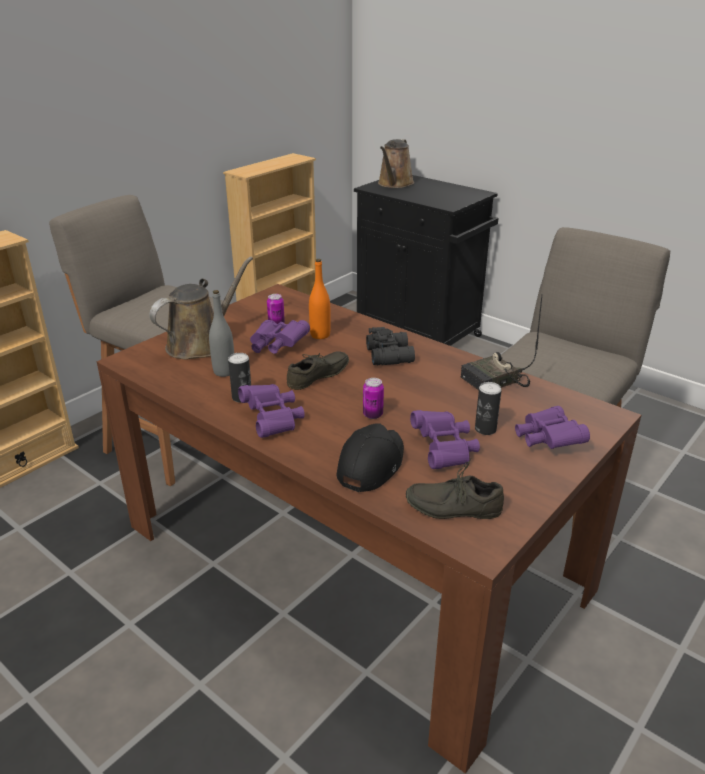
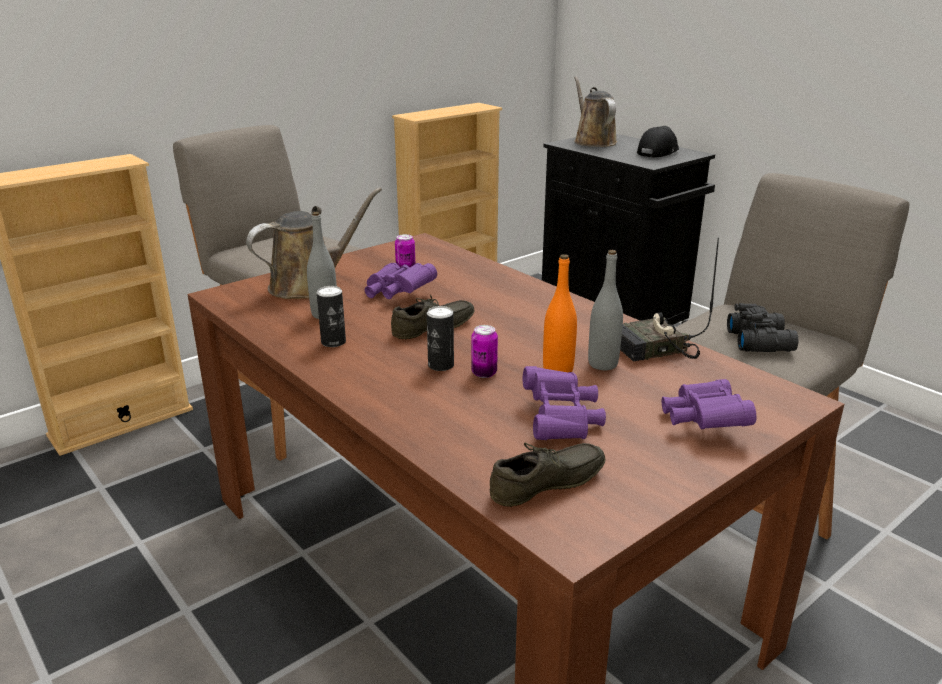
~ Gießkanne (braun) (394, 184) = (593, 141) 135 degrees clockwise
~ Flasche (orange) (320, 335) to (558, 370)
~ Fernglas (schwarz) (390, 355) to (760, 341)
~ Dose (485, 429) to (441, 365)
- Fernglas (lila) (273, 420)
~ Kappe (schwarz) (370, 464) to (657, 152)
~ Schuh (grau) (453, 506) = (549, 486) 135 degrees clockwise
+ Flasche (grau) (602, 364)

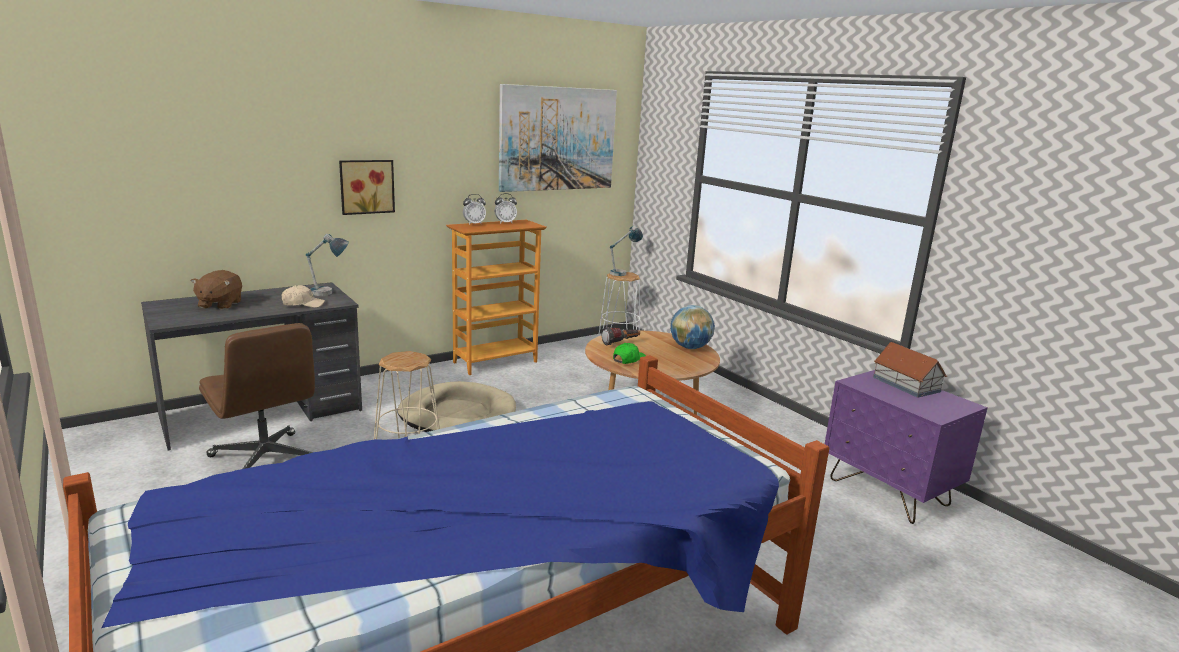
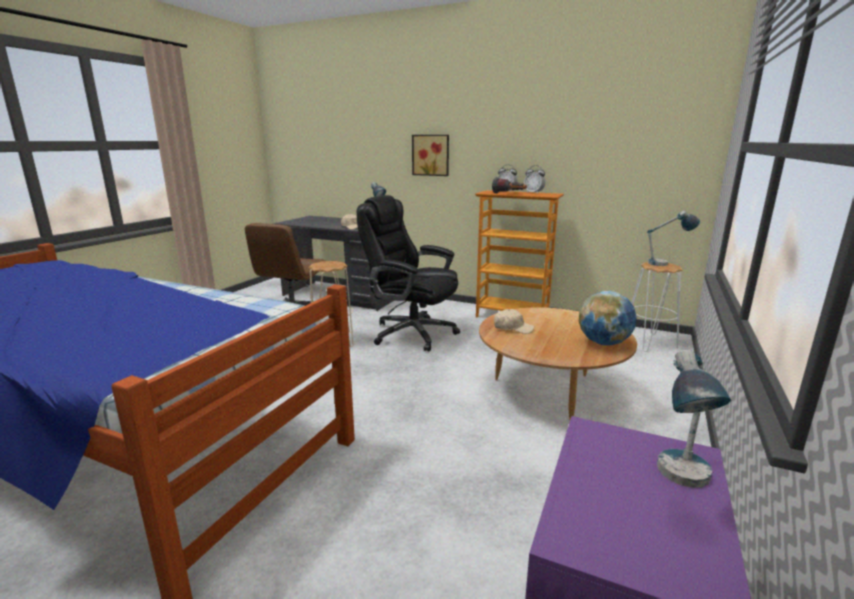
- Bild (558, 139)
- Plüschtier (braun) (219, 304)
~ Taschenlampe (621, 343) to (509, 194)
~ Spielzeughaus (906, 384) to Tischlampe (680, 483)
~ Kappe (grün) (629, 359) to Kappe (beige) (512, 328)
~ Hundebett (beige) (457, 414) to Bürostuhl (schwarz) (411, 333)

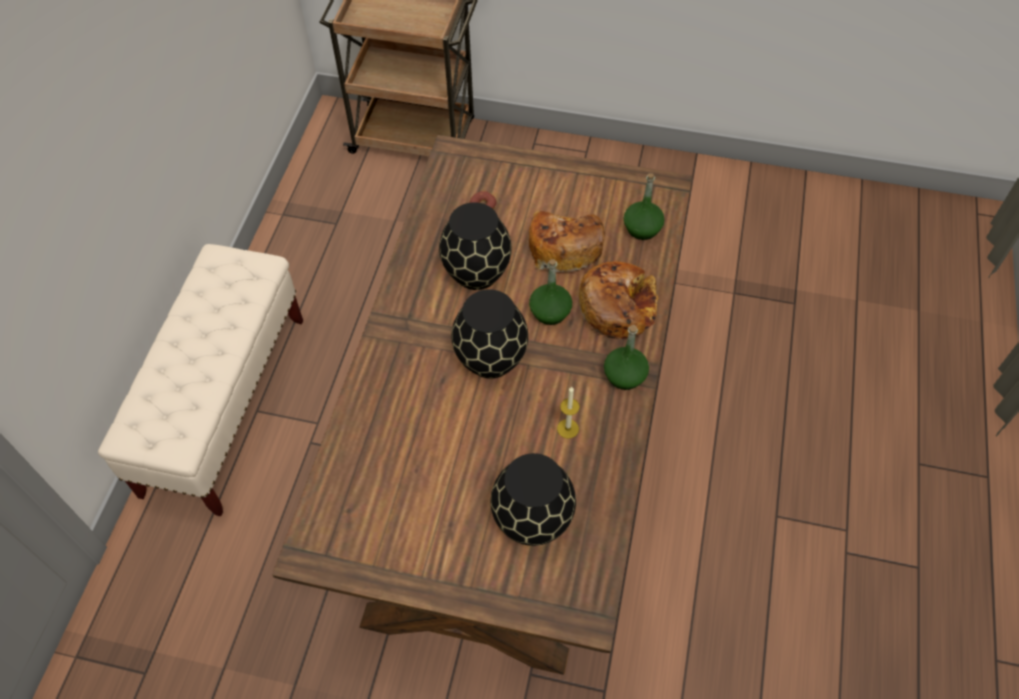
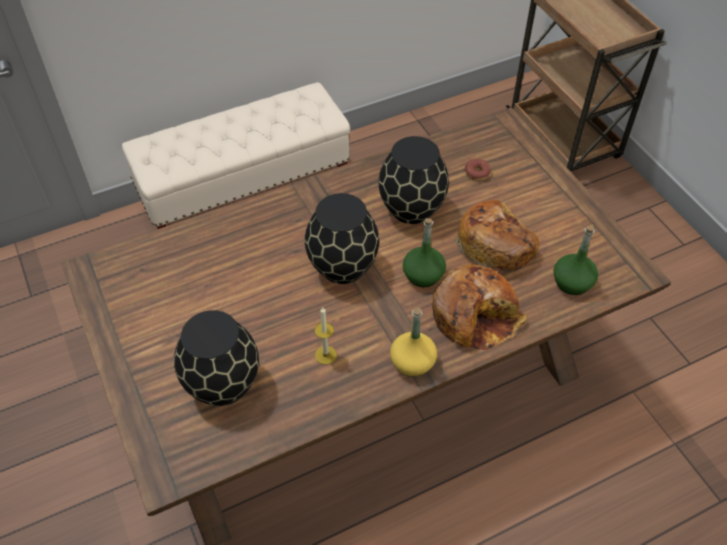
~ Flasche (grün) (625, 376) to Flasche (gelb) (412, 362)

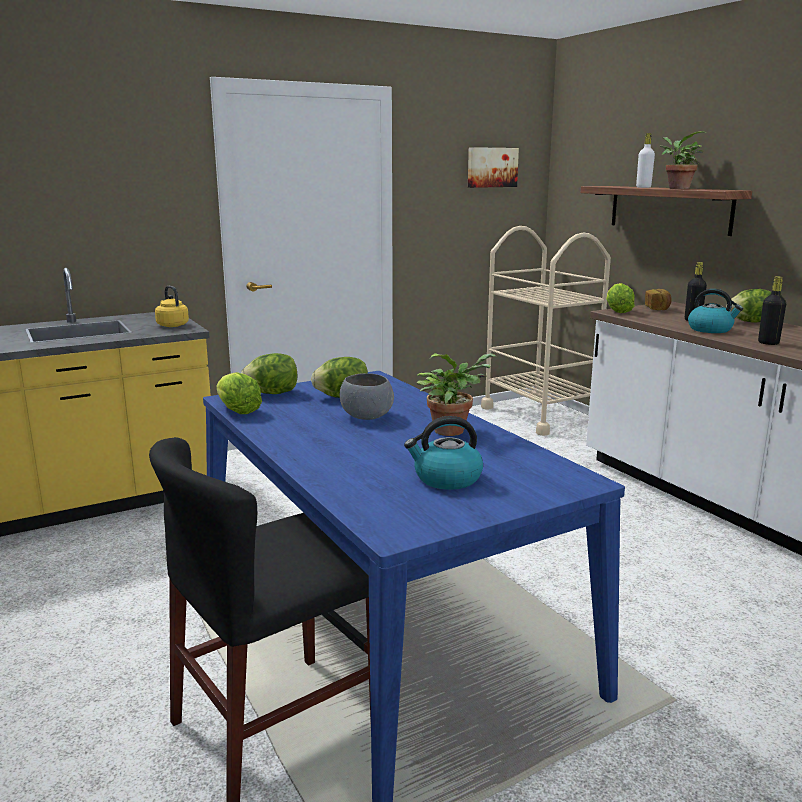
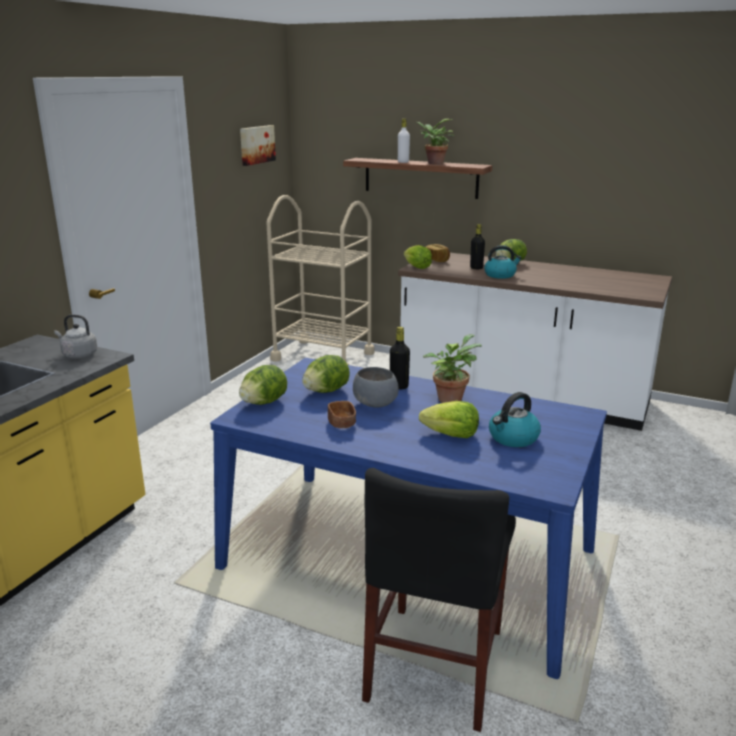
~ Flasche (schwarz) (768, 343) to (399, 386)
~ Wasserkessel (gelb) (172, 325) to Wasserkessel (grau) (78, 355)
~ Salatkopf (237, 410) to (451, 435)
+ Schüssel (braun) (342, 424)

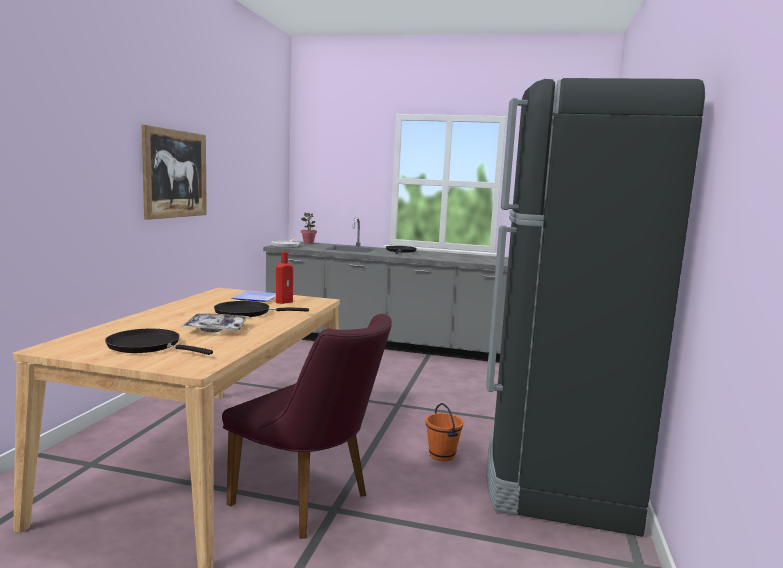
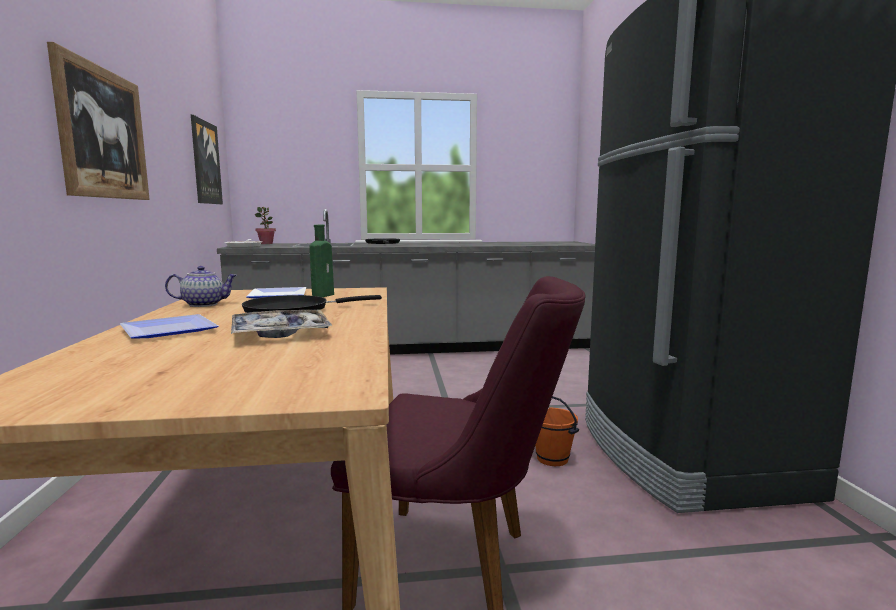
~ Flasche (rot) (285, 302) to Flasche (grün) (324, 295)
- Pfanne (schwarz) (148, 346)
+ Bild (205, 162)
+ Teekanne (204, 304)
+ Teller (171, 329)

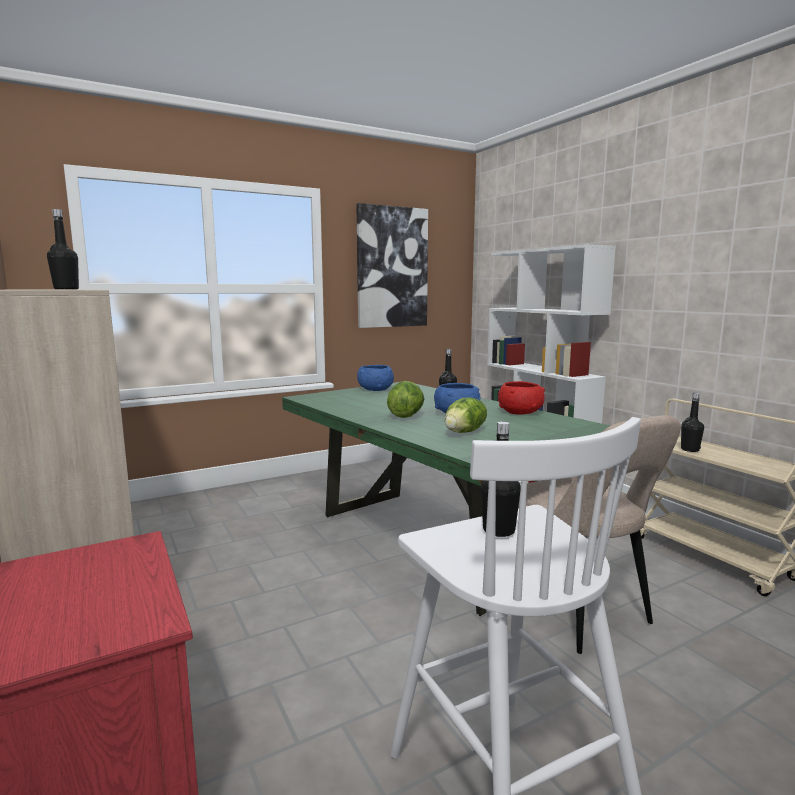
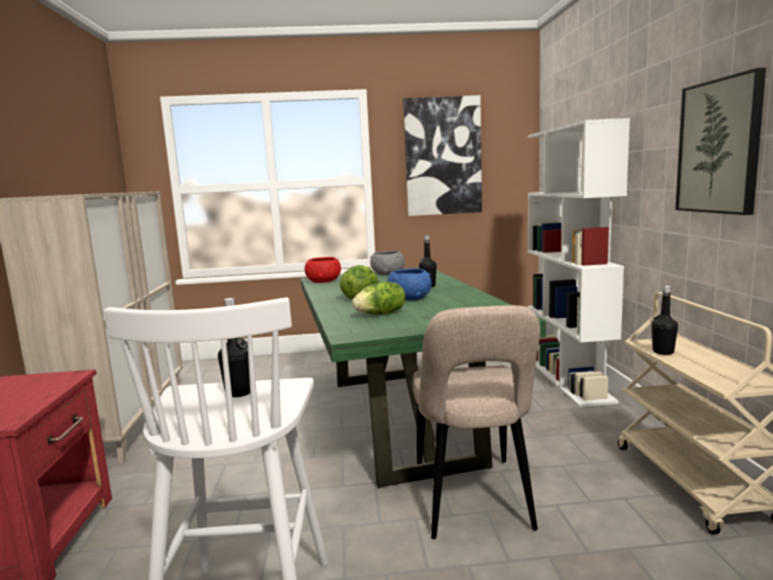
- Flasche (schwarz) (66, 289)
~ Schüssel (blau) (375, 389) to Schüssel (grau) (388, 273)
~ Schüssel (rot) (520, 412) to (323, 281)
+ Bild (719, 147)

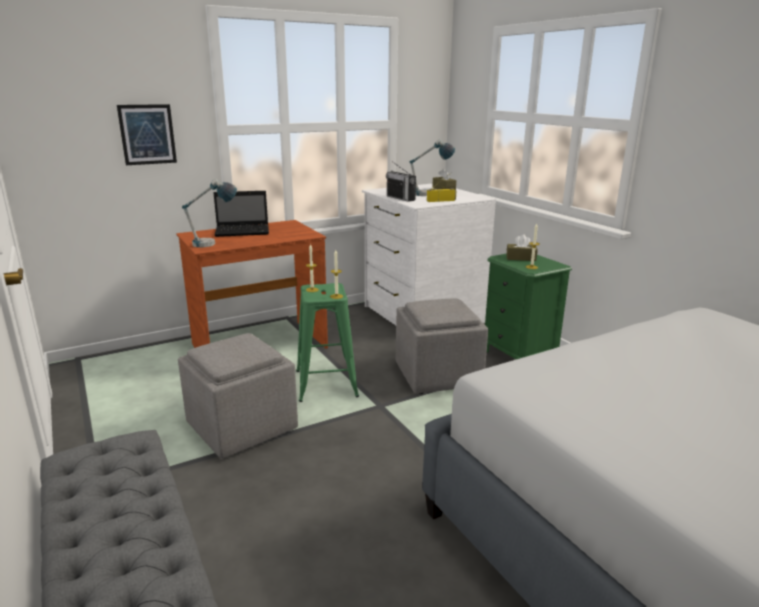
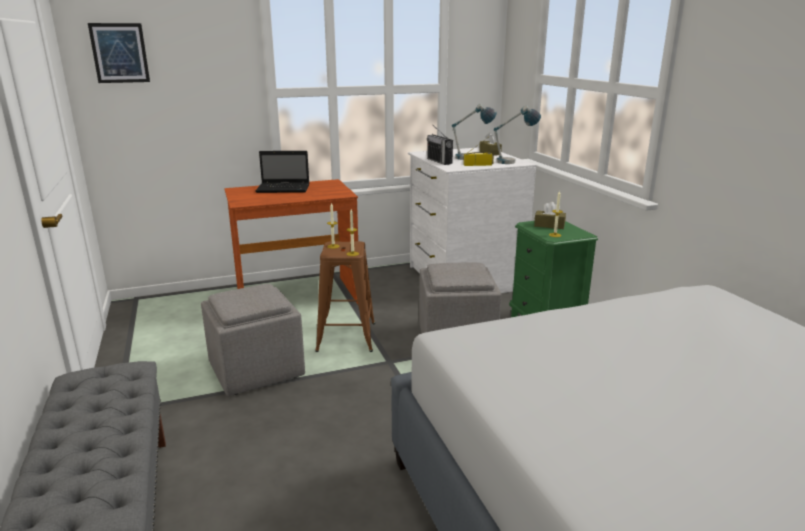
~ Bild (147, 134) to (119, 53)
~ Tischlampe (214, 243) to (514, 162)
~ Hocker (grün) (326, 383) to Hocker (braun) (346, 337)

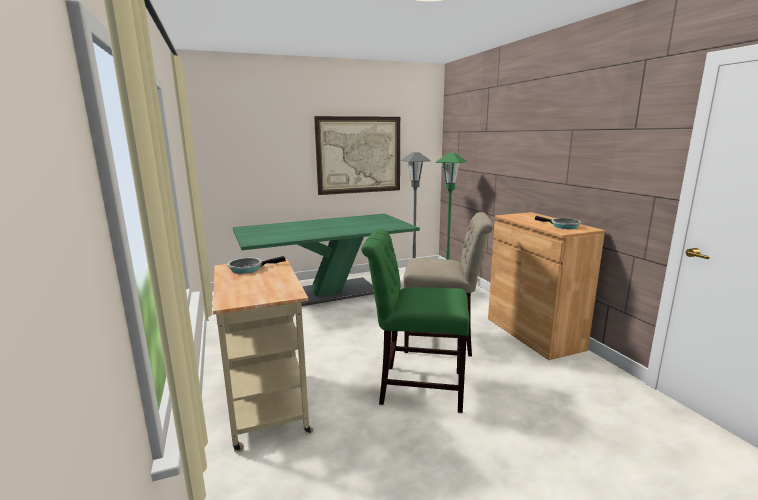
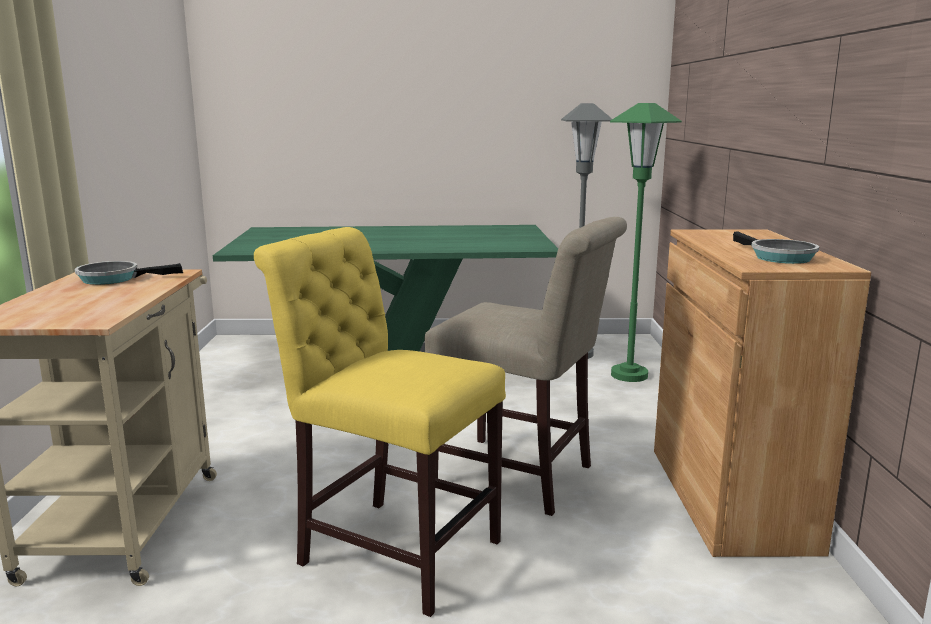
- Bild (359, 155)
~ Stuhl (grün) (416, 386) to Stuhl (gelb) (391, 548)

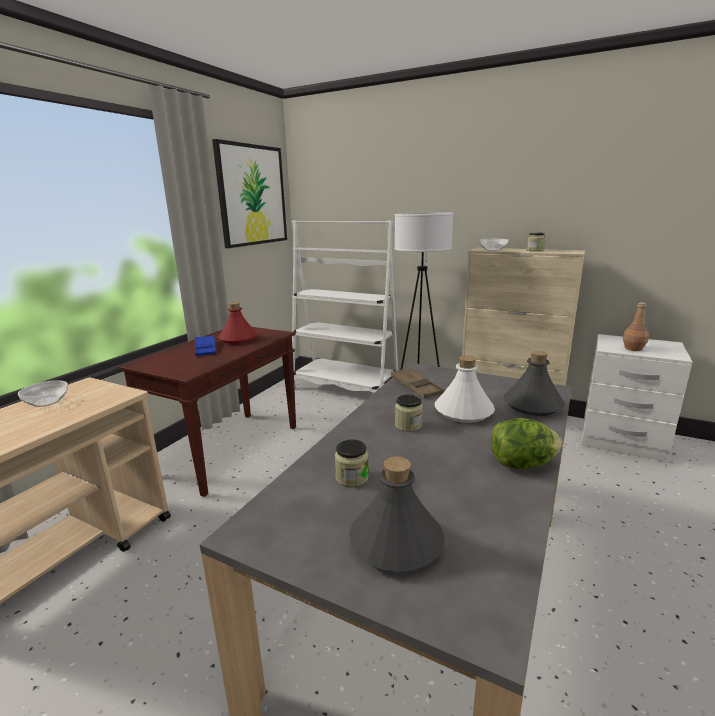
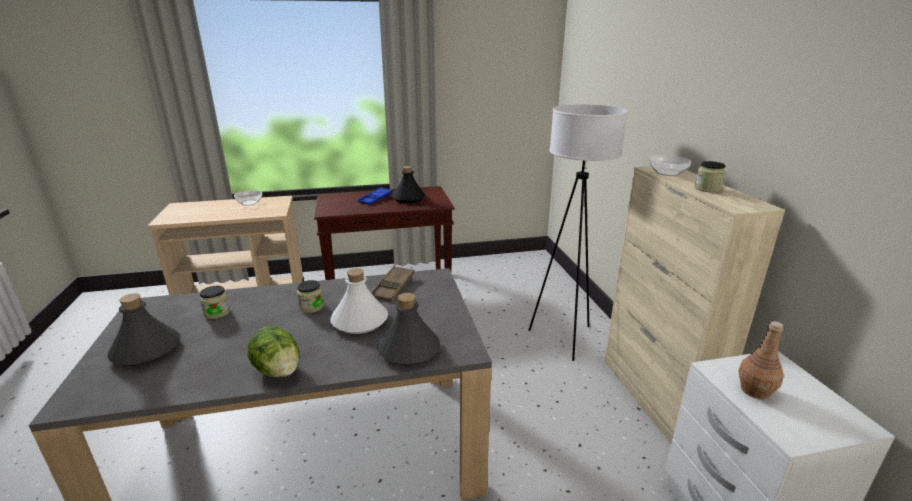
- Bild (252, 195)
- Bücherregal (weiß) (345, 388)
~ Flasche (rot) (238, 339) to Flasche (schwarz) (408, 199)

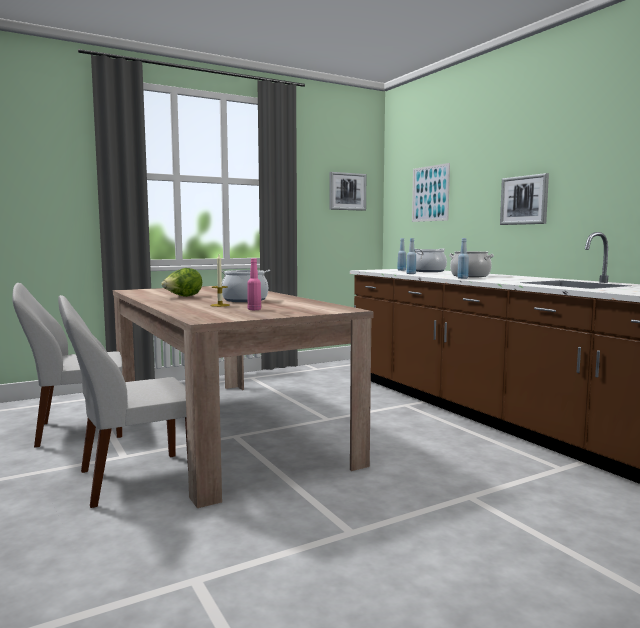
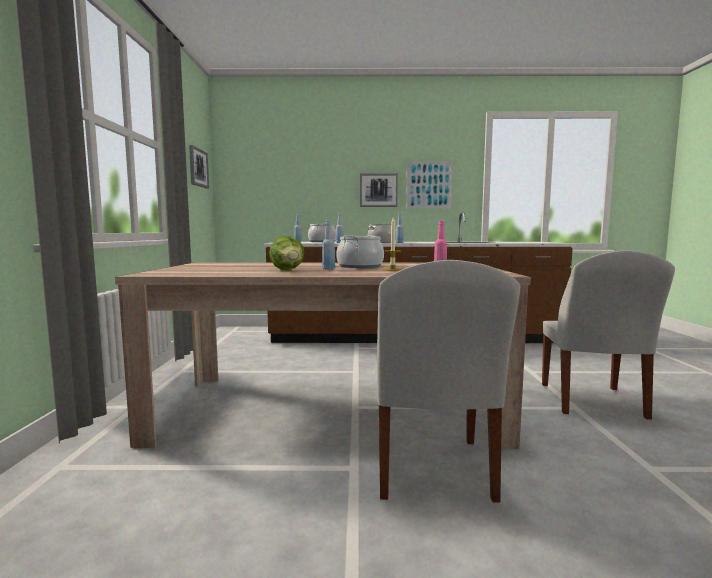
~ Bild (430, 193) to (429, 185)
~ Stuhl (weiß) (77, 431) to (591, 402)
+ Flasche (blau) (328, 269)

